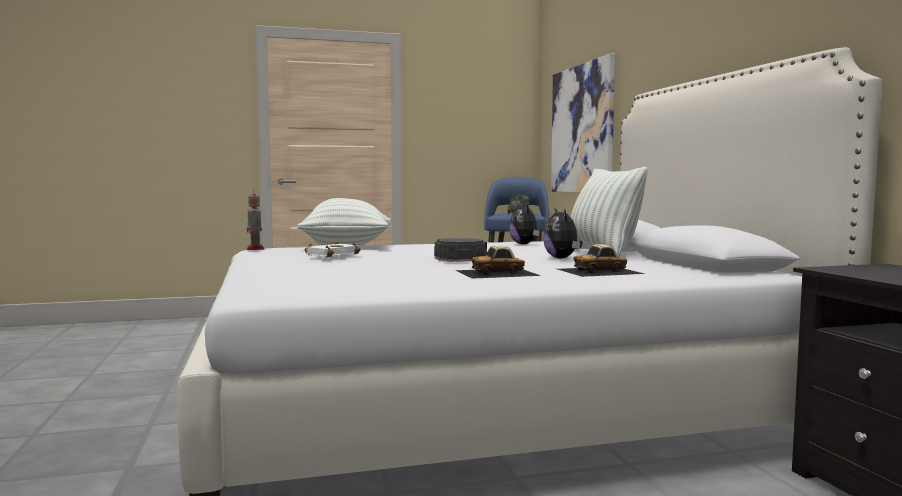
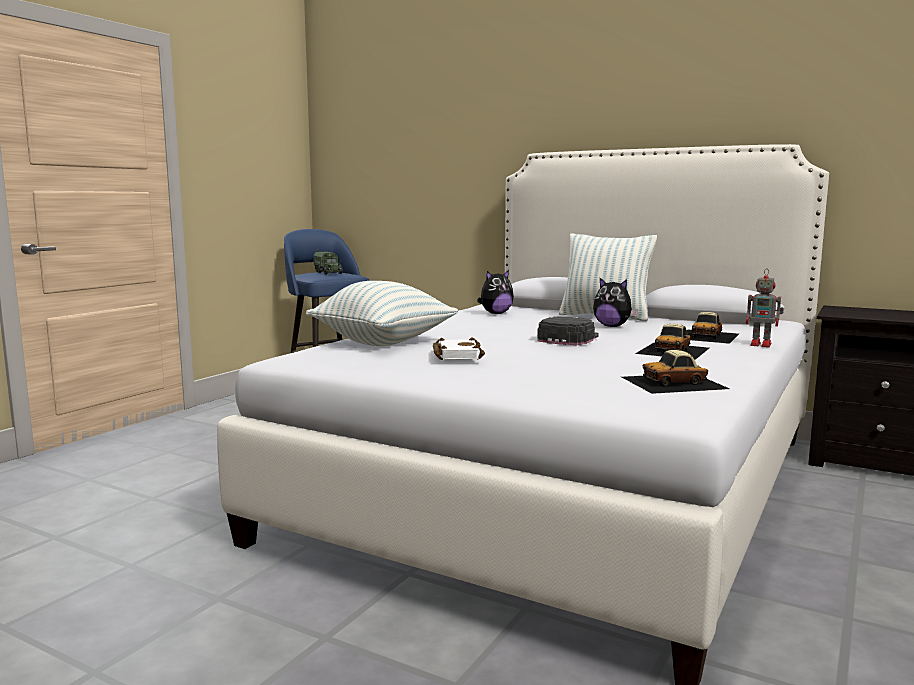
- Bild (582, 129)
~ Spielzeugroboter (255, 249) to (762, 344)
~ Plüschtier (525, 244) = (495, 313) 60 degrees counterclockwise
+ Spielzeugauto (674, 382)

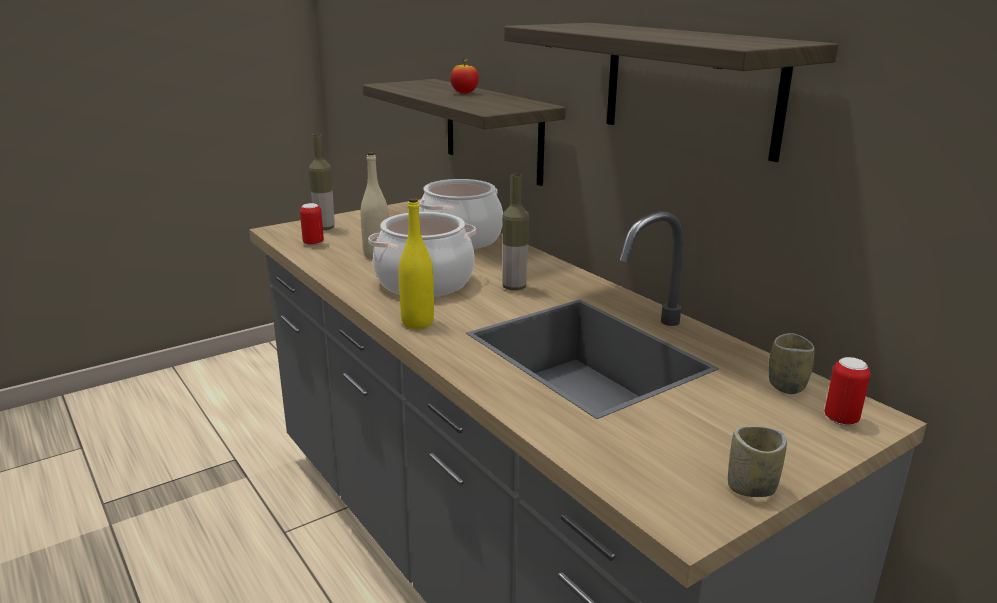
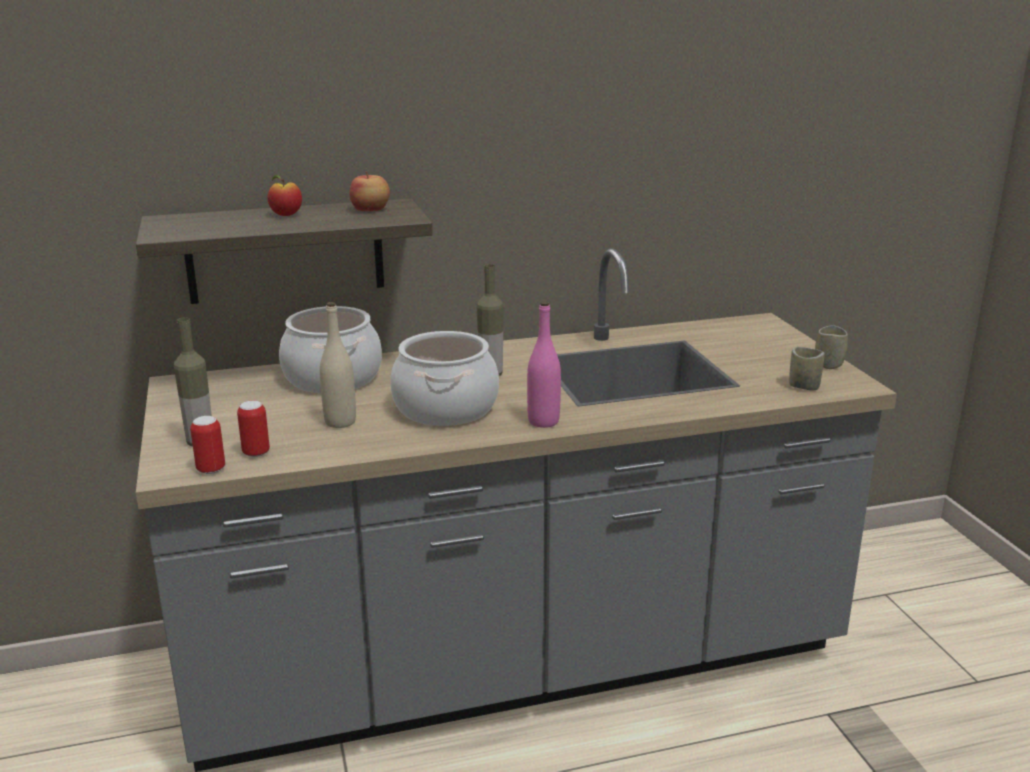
- Wandregal (690, 87)
~ Flasche (gelb) (417, 323) to Flasche (rosa) (543, 421)
~ Tasse (786, 385) to (804, 386)
~ Dose (841, 419) to (211, 469)
+ Apfel (370, 210)

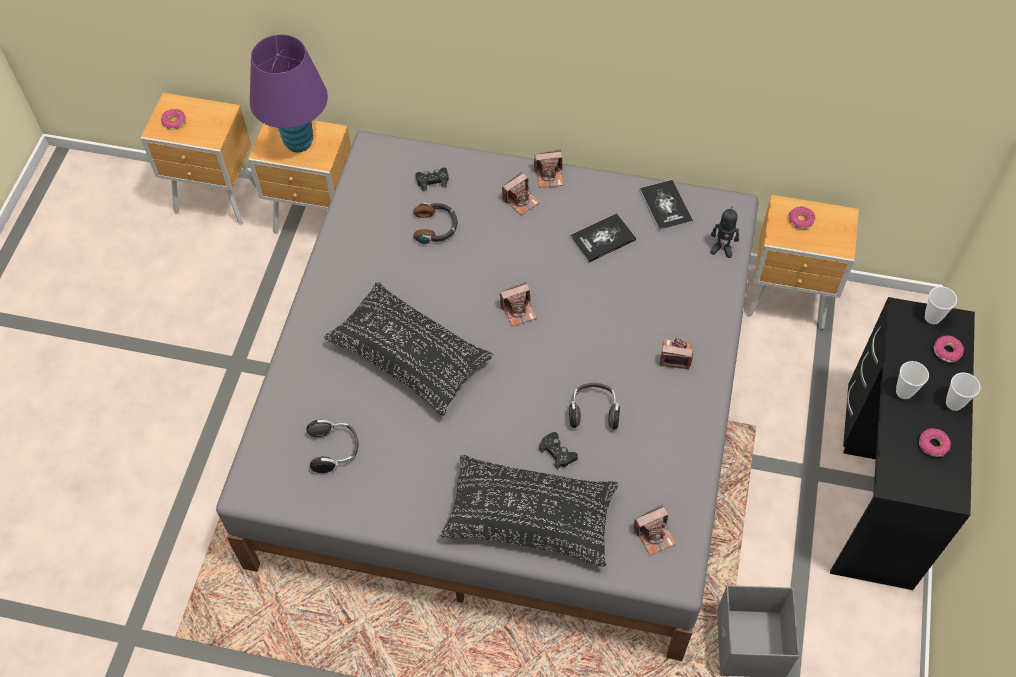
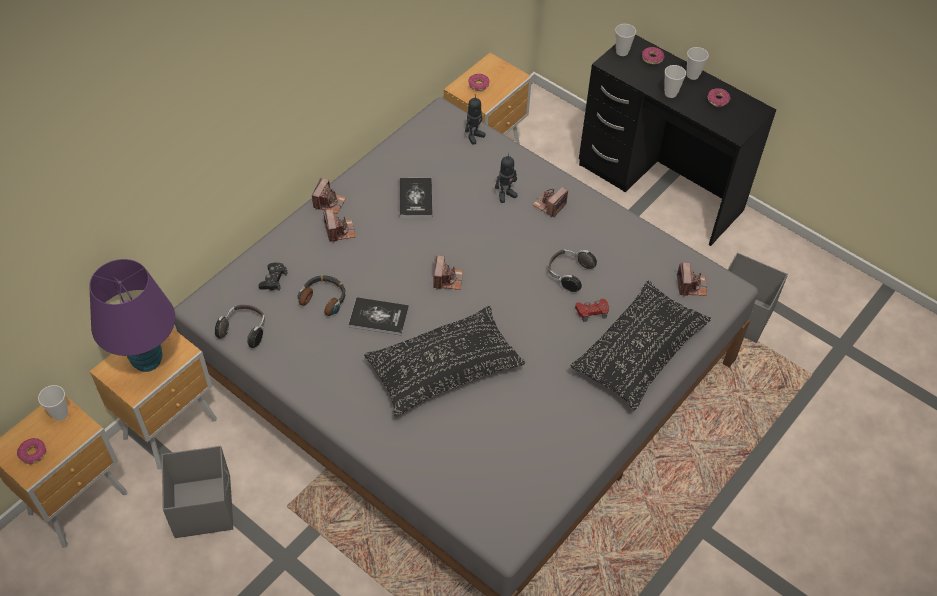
~ Buch (665, 206) to (379, 317)
~ Kopfhörer (334, 450) to (244, 330)
~ Gamepad (schwarz) (557, 453) to Gamepad (rot) (592, 311)
+ Spielzeugroboter (505, 195)
+ Tasse (60, 414)
+ Aufbewahrungsbox (grau) (203, 506)

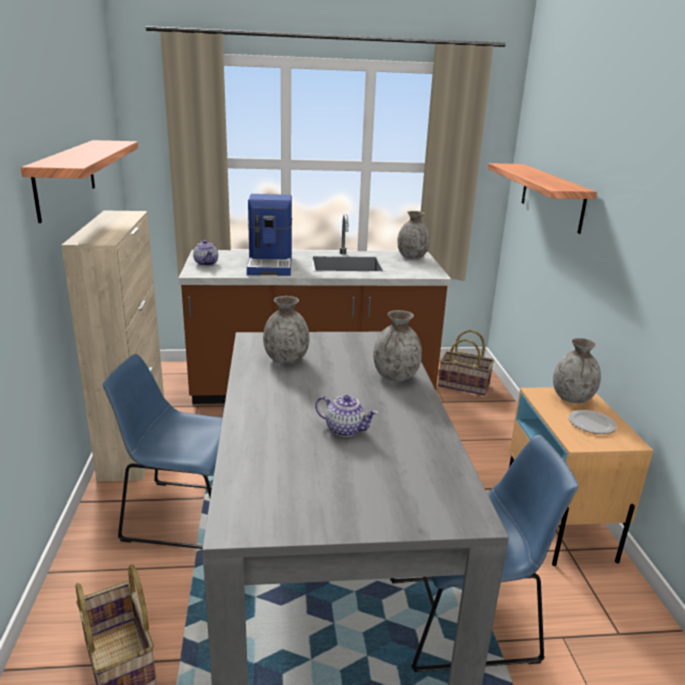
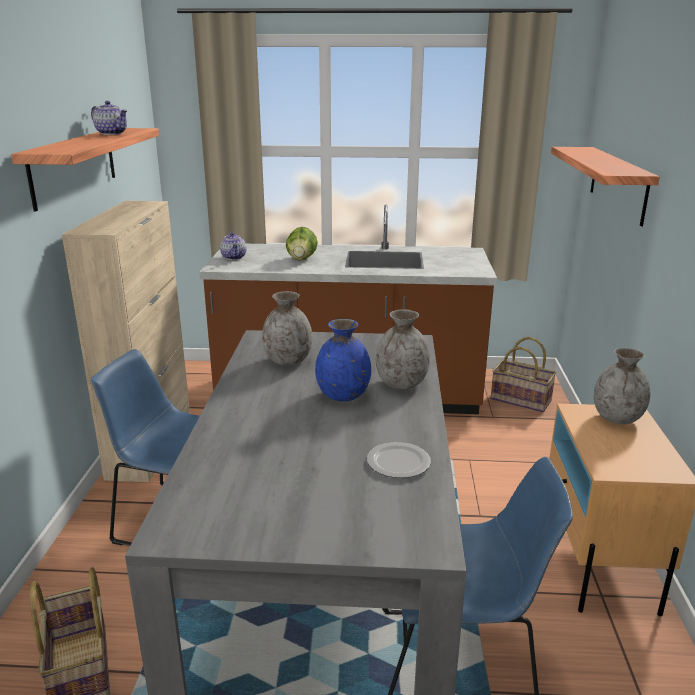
~ Kaffeemaschine (271, 264) to Salatkopf (302, 259)
- Vase (grau) (412, 257)
~ Teekanne (345, 429) to (112, 133)
~ Teller (592, 424) to (399, 463)
+ Vase (blau) (343, 395)

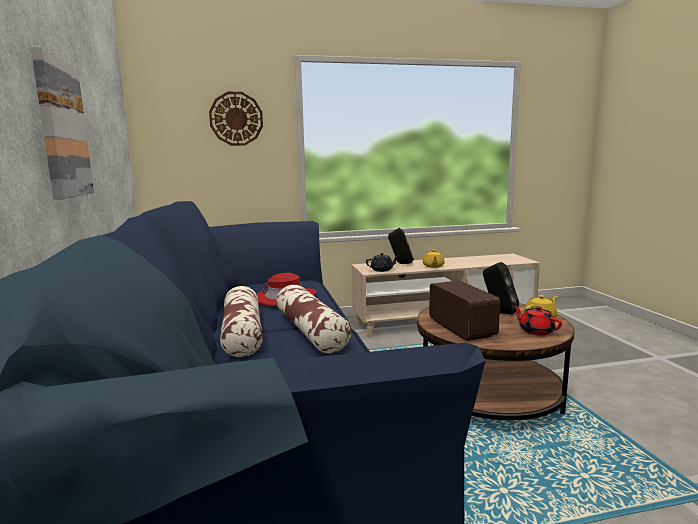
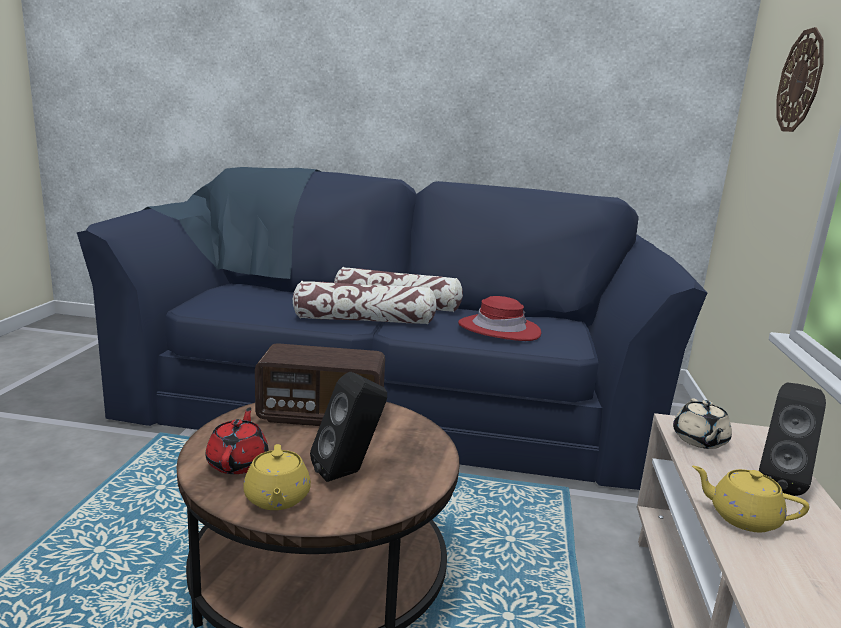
- Bild (62, 129)
~ Teekanne (schwarz) (382, 270) to Teekanne (beige) (699, 440)
~ Teekanne (rot) (535, 331) = (238, 462) 75 degrees counterclockwise

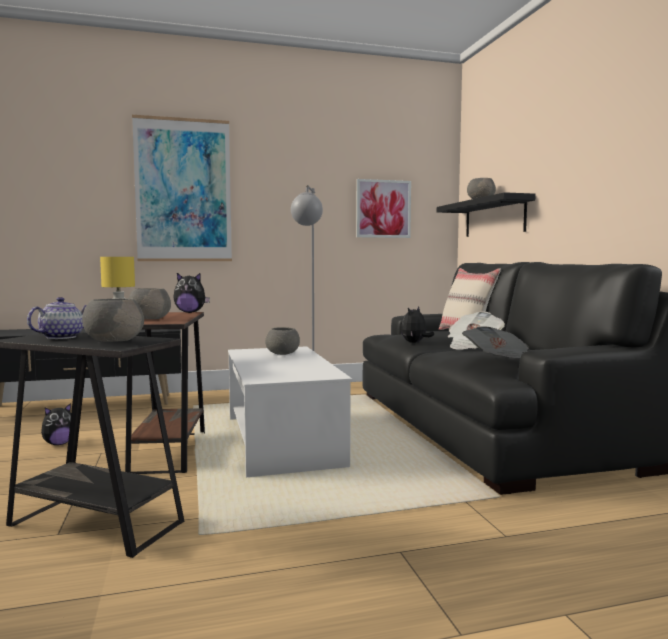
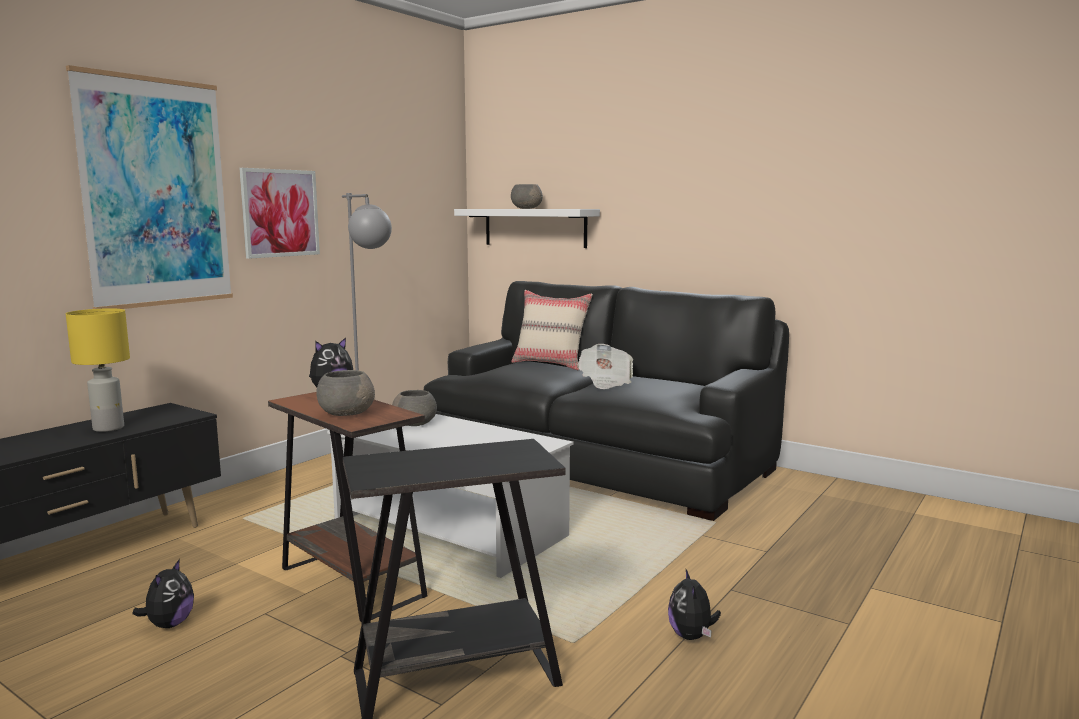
~ Bild (383, 209) to (280, 213)
~ Wandregal (schwarz) (494, 217) to Wandregal (weiß) (534, 227)
- Teekanne (62, 337)
- Schüssel (grau) (114, 341)
~ Plüschtier (415, 343) to (692, 636)
- Zeitung (497, 361)

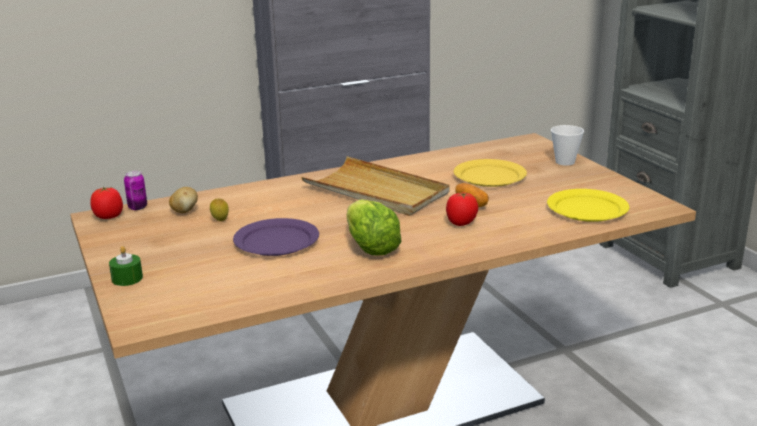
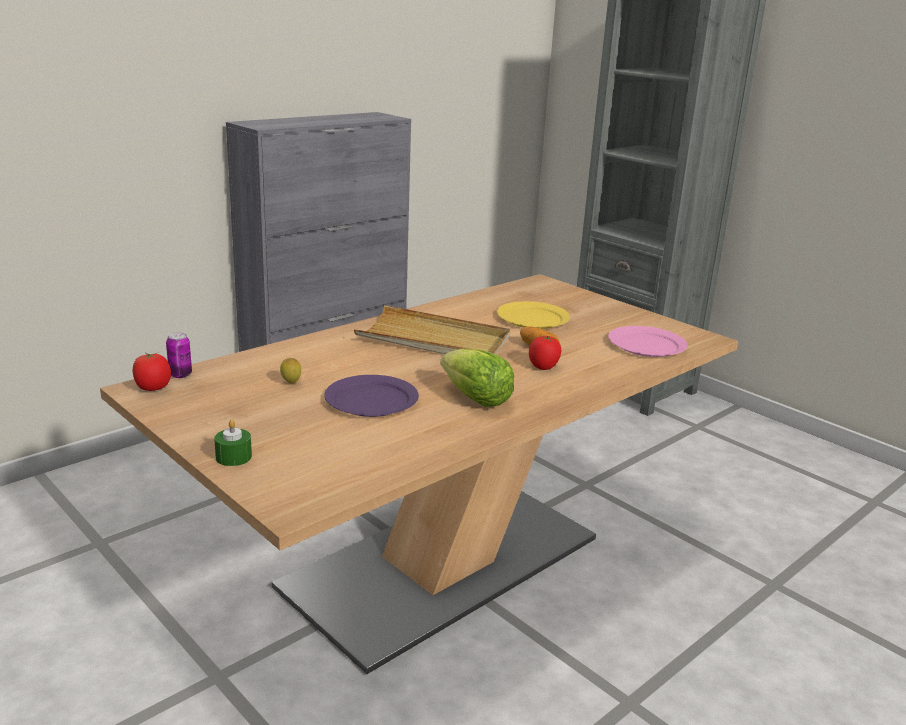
- Tasse (565, 162)
- Kartoffel (185, 211)
~ Teller (gelb) (586, 209) to Teller (rosa) (646, 345)

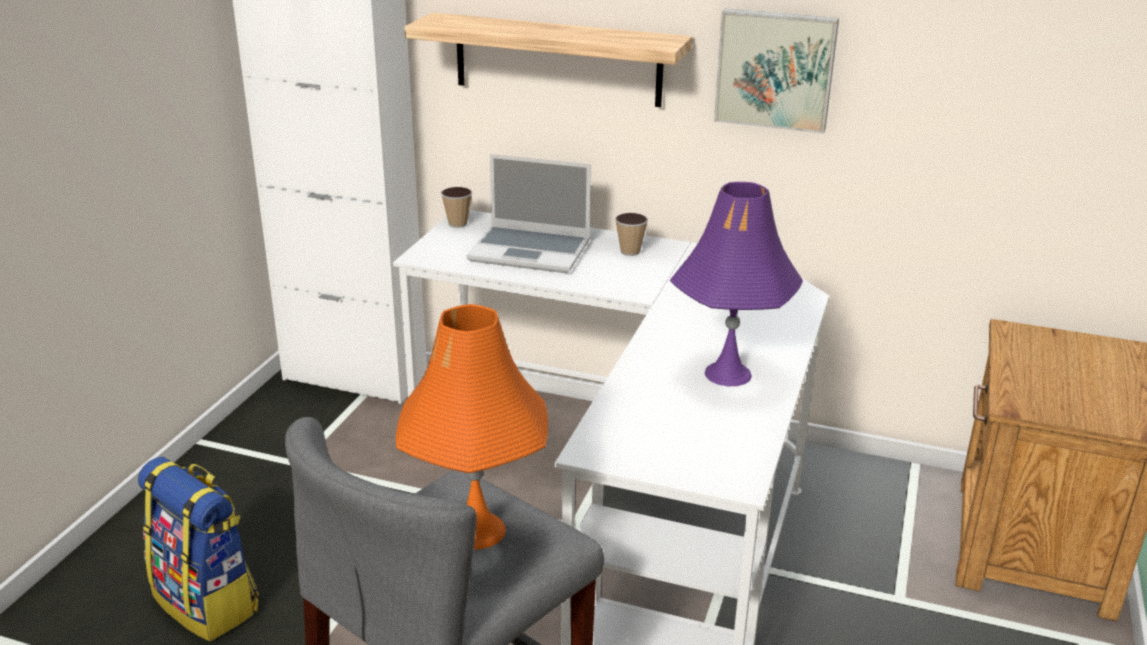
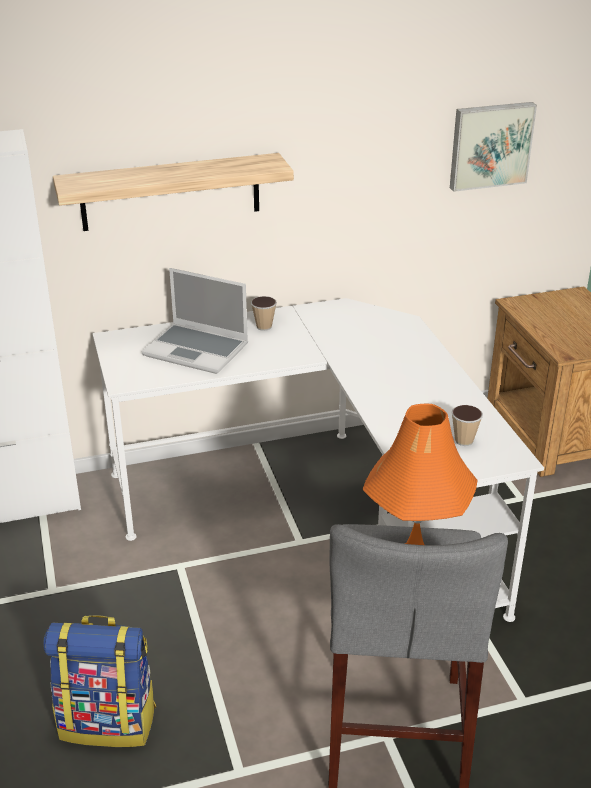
~ Bild (775, 69) to (490, 145)
~ Laptop (531, 251) = (197, 350) 45 degrees clockwise
- Tischlampe (lila) (727, 374)
~ Tasse (457, 224) to (464, 440)

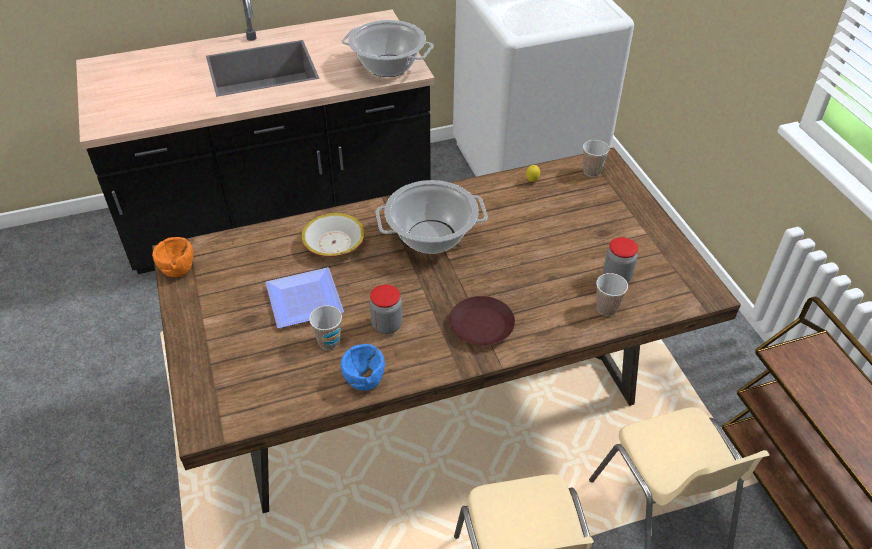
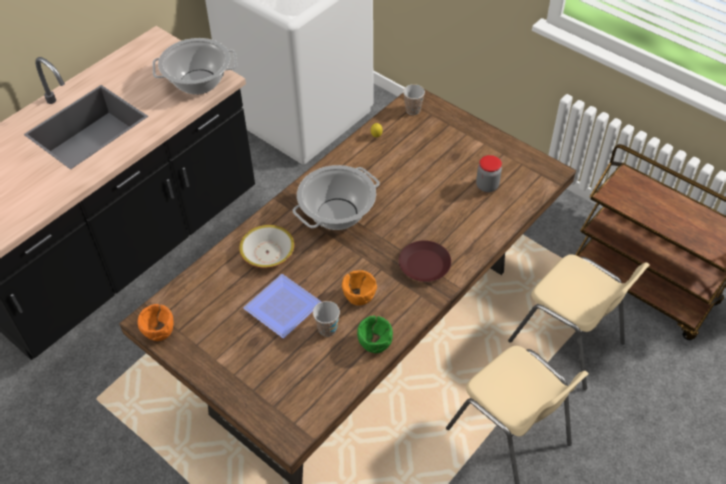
- Tasse (606, 308)
~ Vorratsglas (387, 325) to Schüssel (orange) (359, 296)
~ Schüssel (blau) (364, 379) to Schüssel (grün) (375, 343)

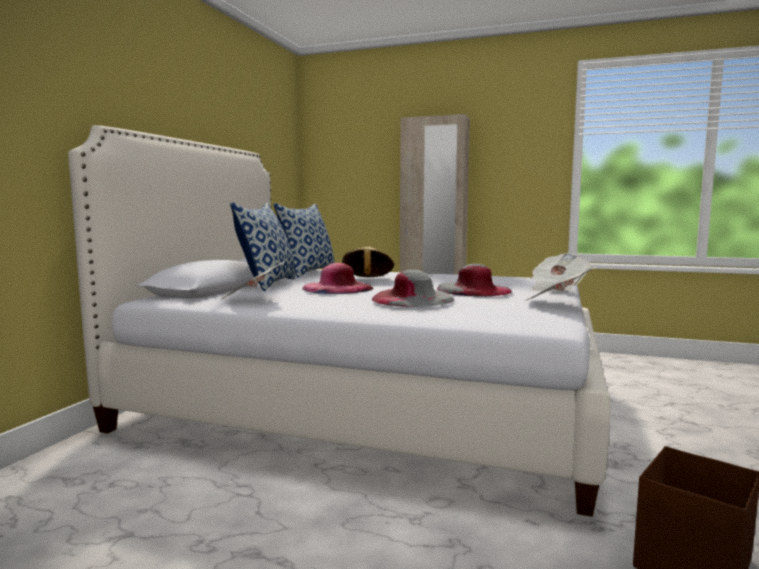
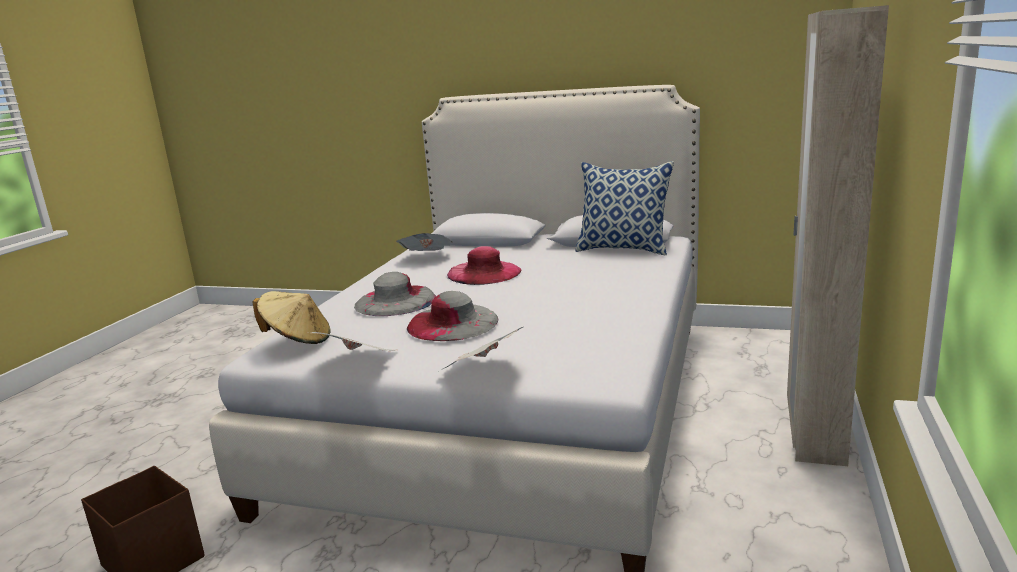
- Kissen (267, 284)
~ Hut (beige) (367, 279) to (298, 340)

